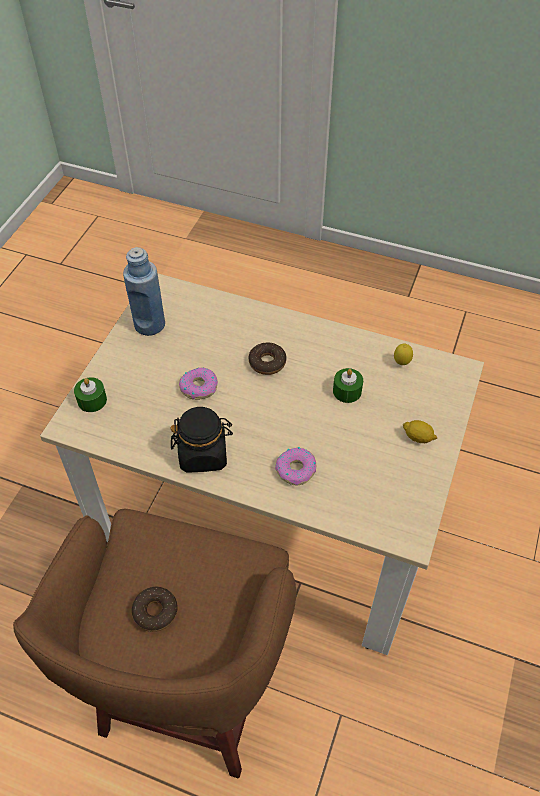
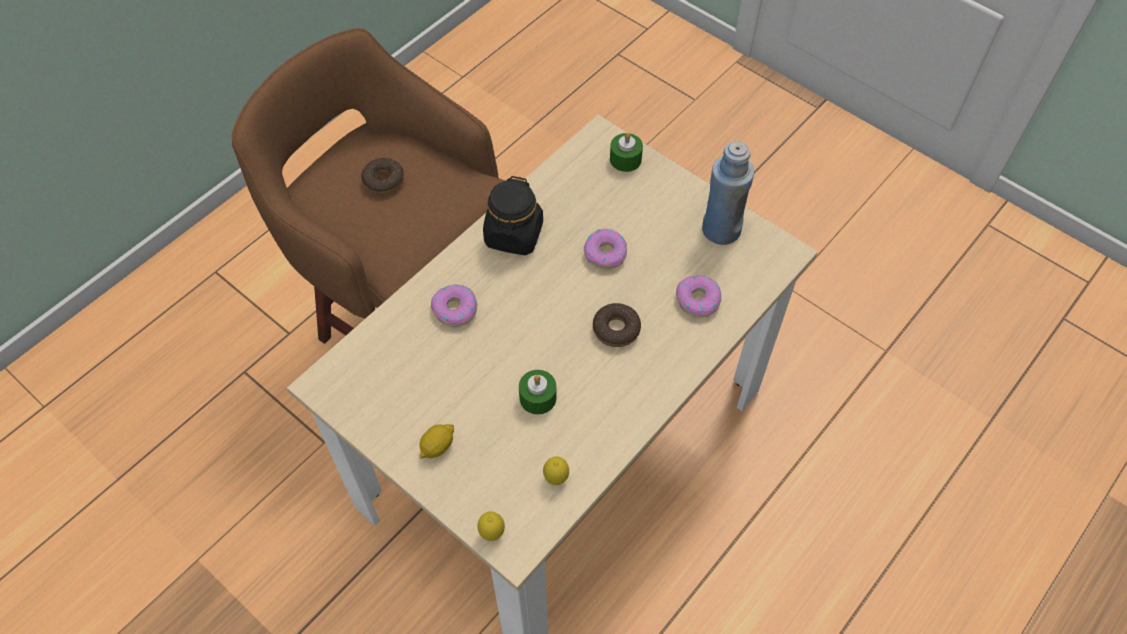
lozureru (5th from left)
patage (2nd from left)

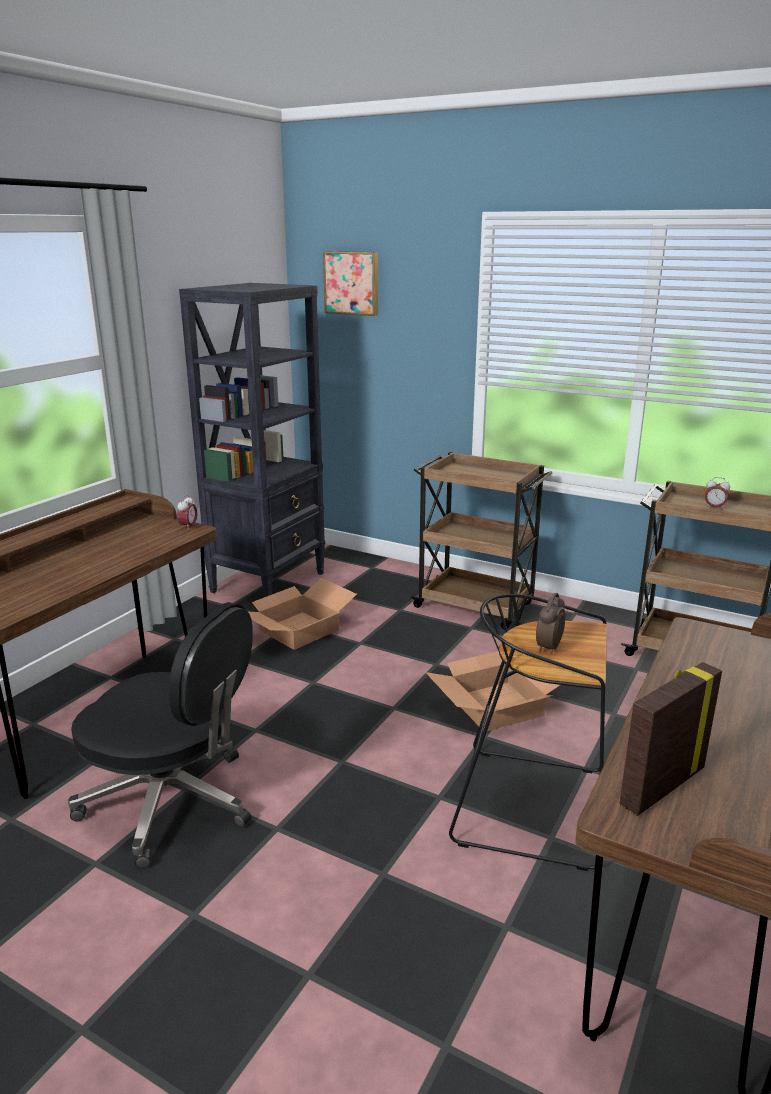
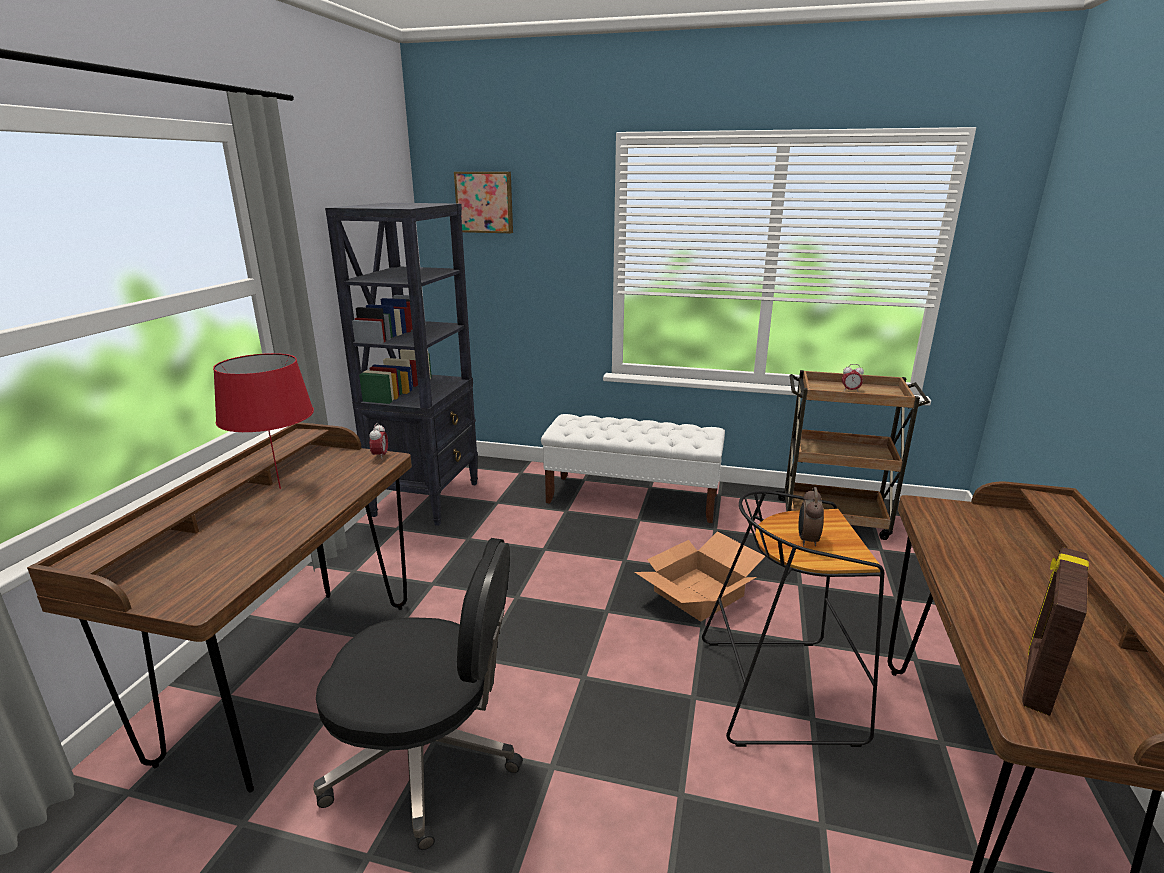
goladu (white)
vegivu (1st from left in the first image)
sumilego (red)

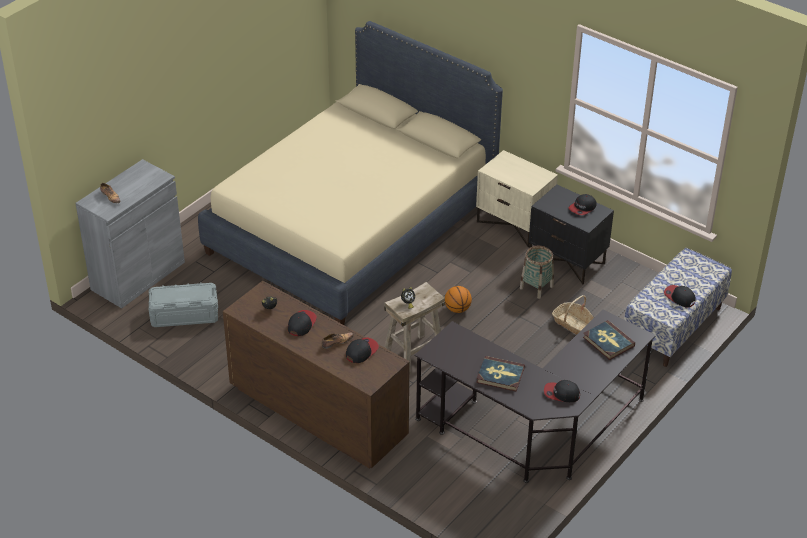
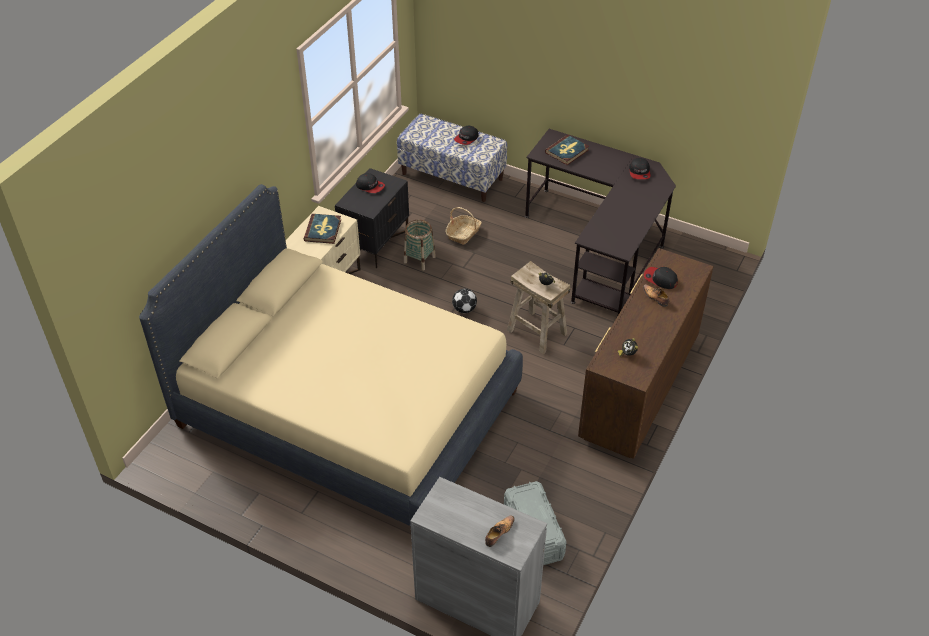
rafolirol
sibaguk (1st from left in the first image)
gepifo (1st from left)

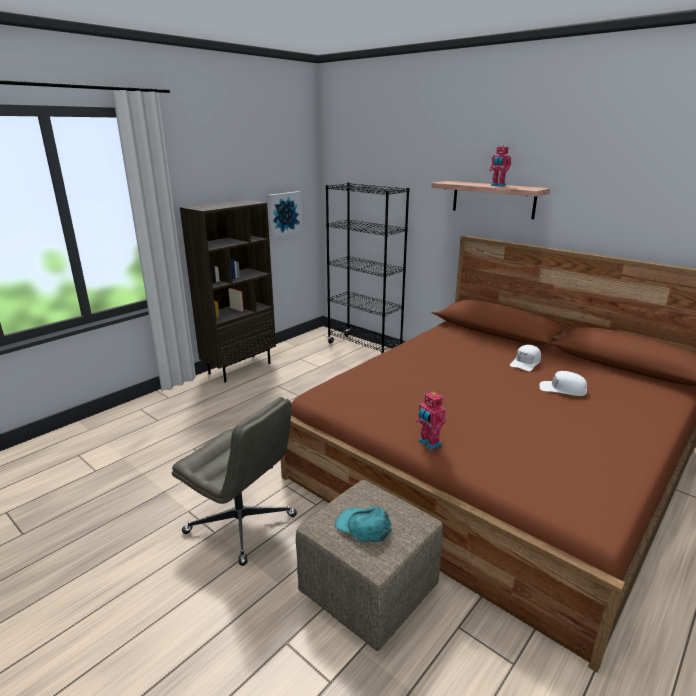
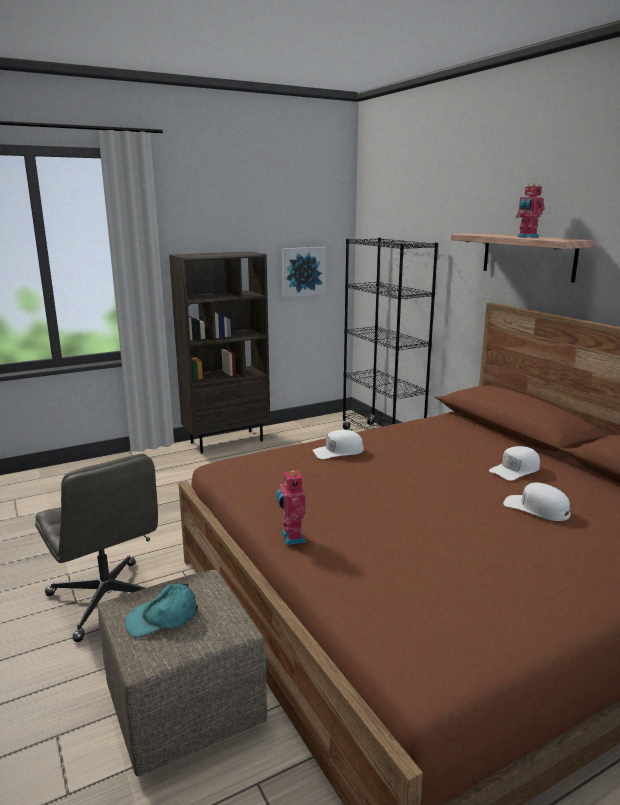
sibaguk (turquoise)
sibaguk (white) (1st from left)

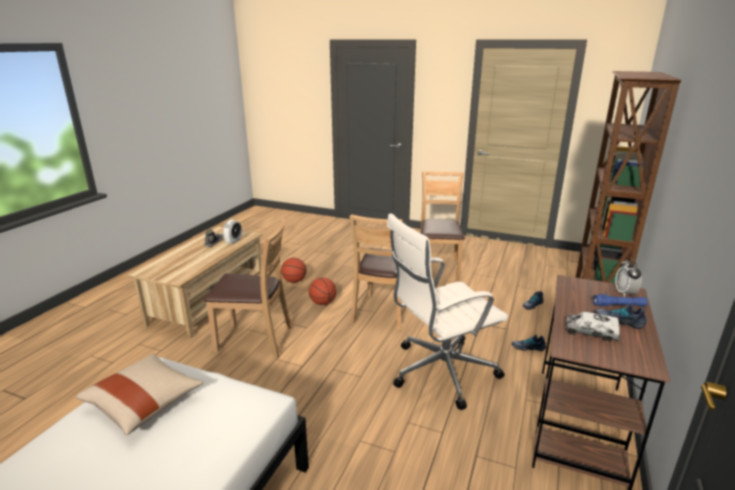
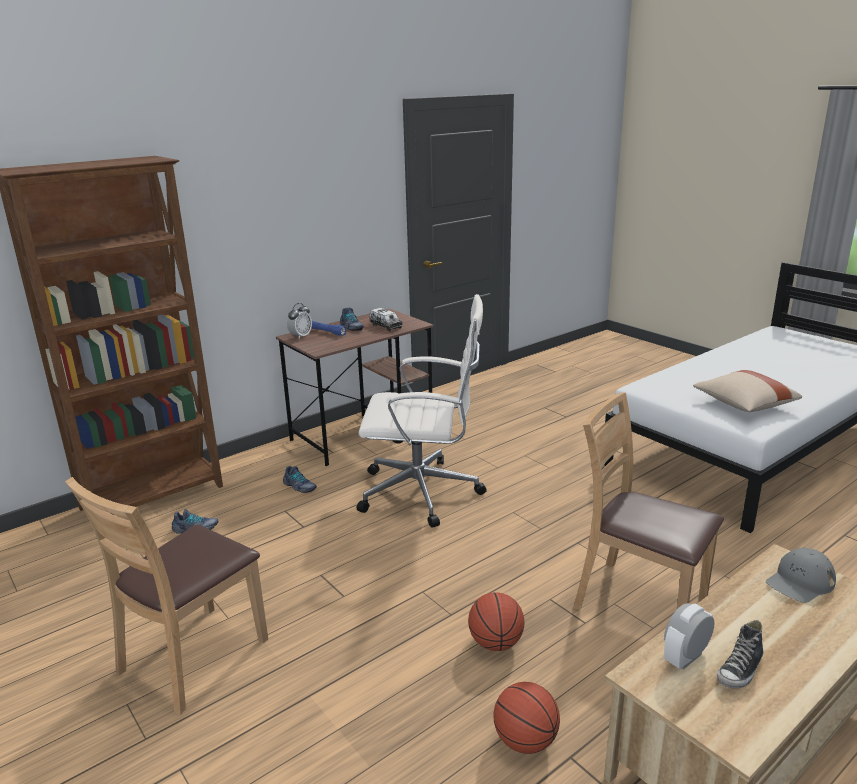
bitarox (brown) (2nd from left in the first image)
sibaguk (grey)

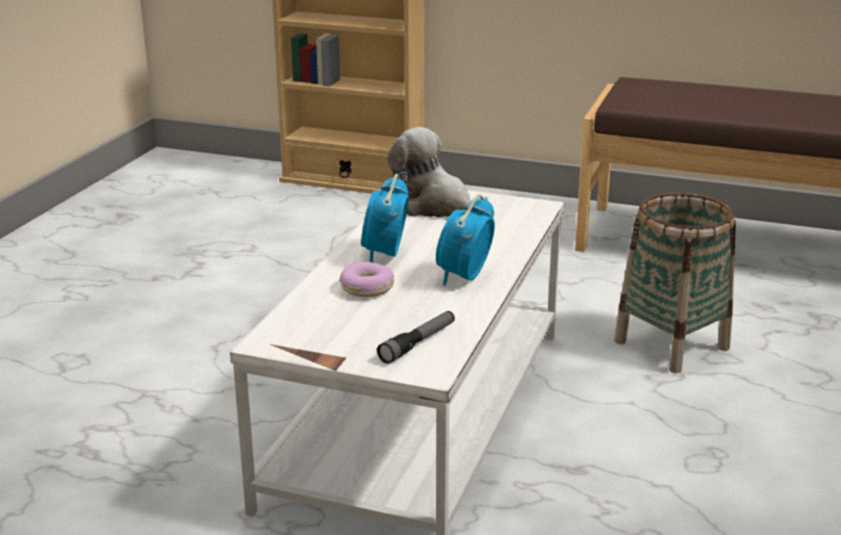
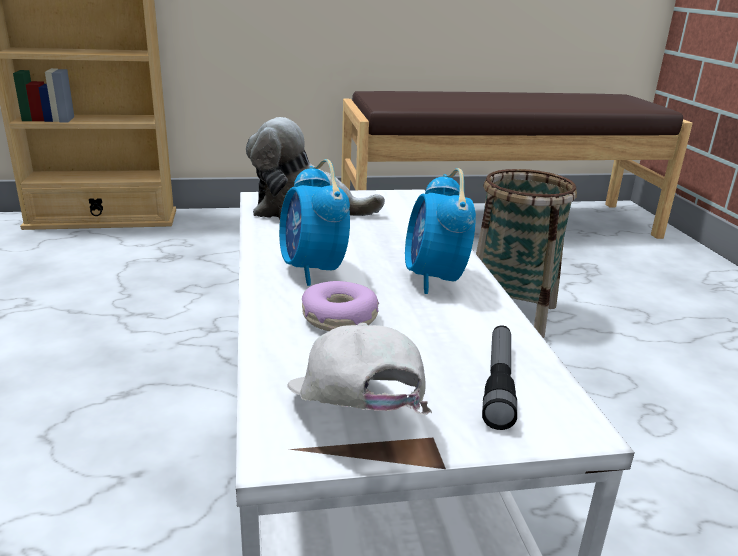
sibaguk (white)

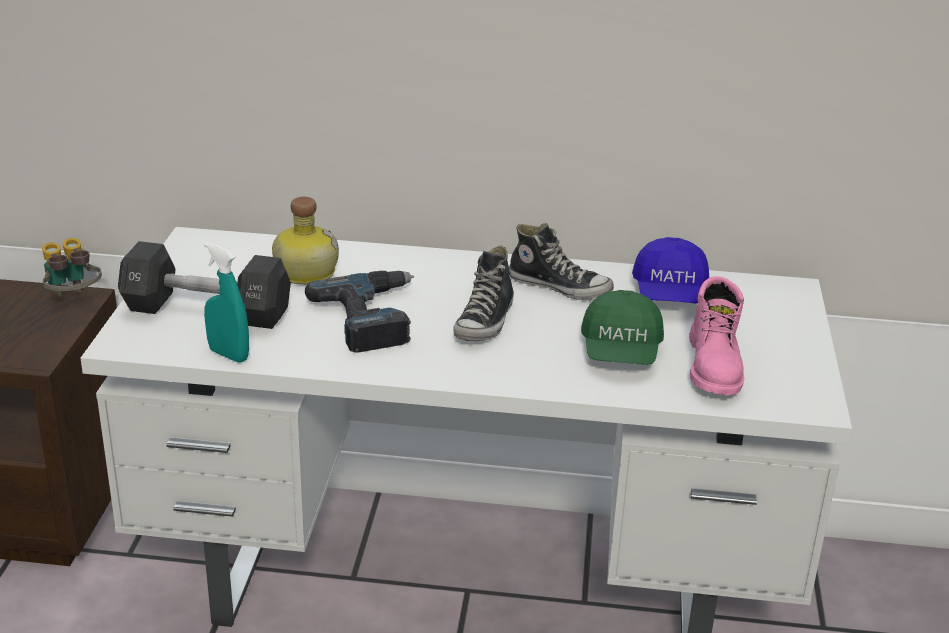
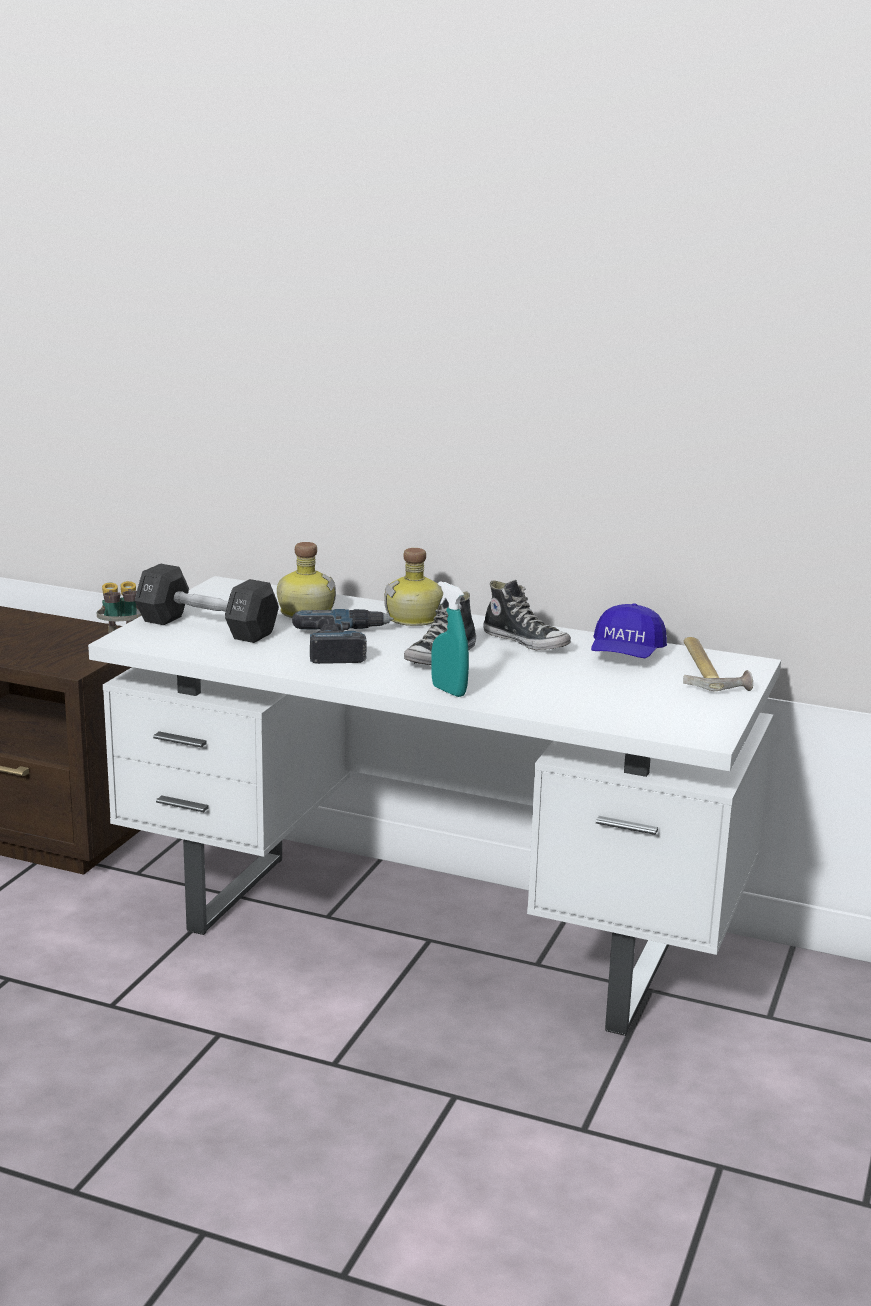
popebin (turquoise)
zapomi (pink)
sibaguk (green)
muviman (2nd from left)
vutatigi

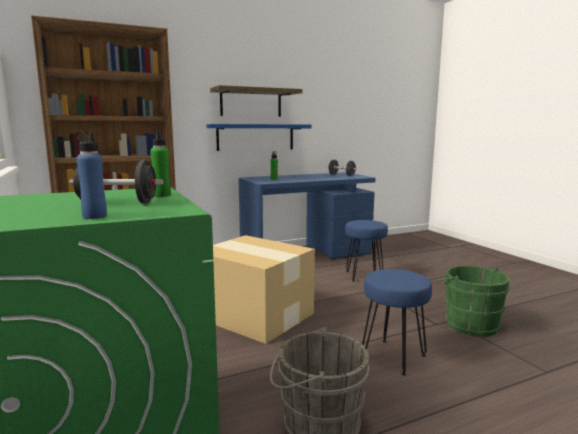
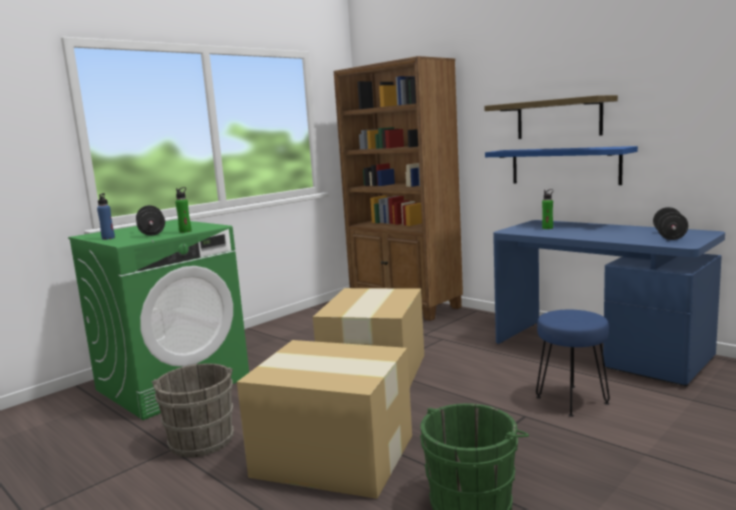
vegivu (1st from left)

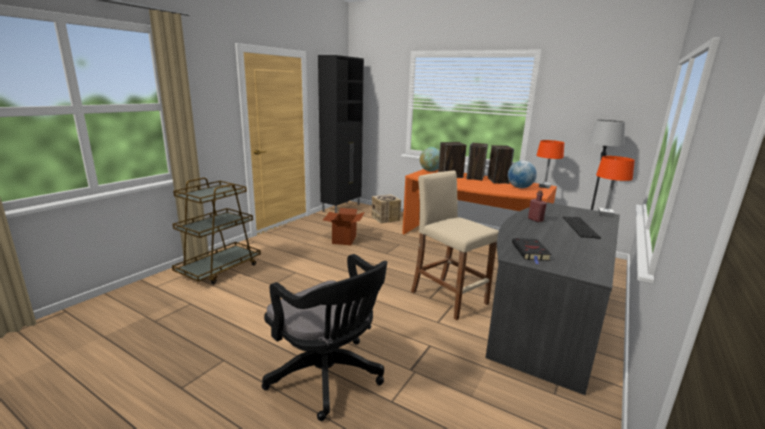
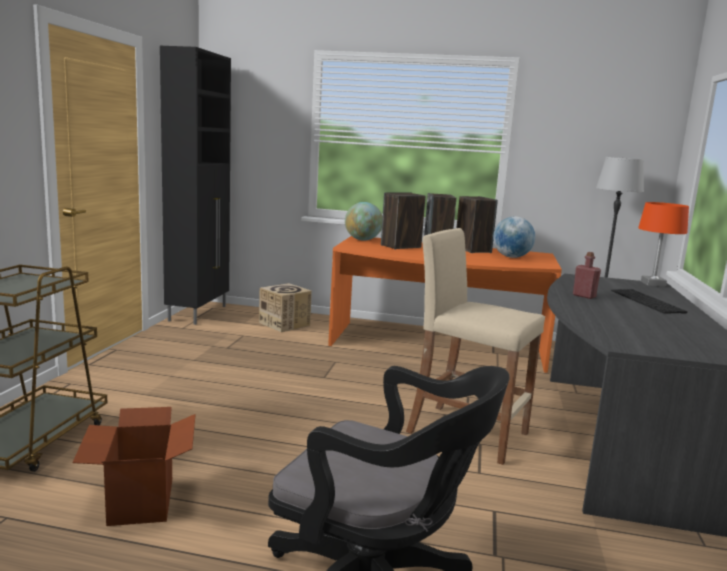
sumilego (orange) (1st from left in the first image)
vegivu (1st from left)
gepifo (black)

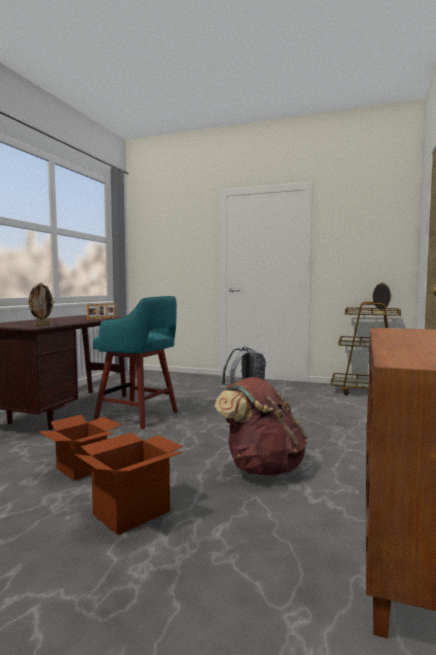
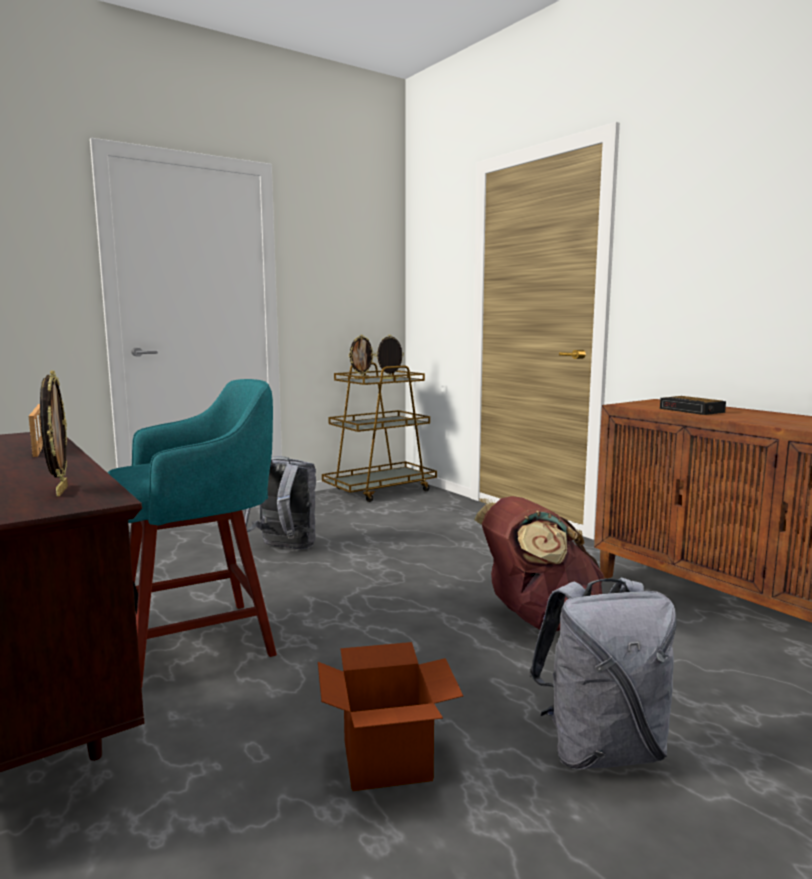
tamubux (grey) (2nd from left)
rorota (3rd from left)
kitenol

